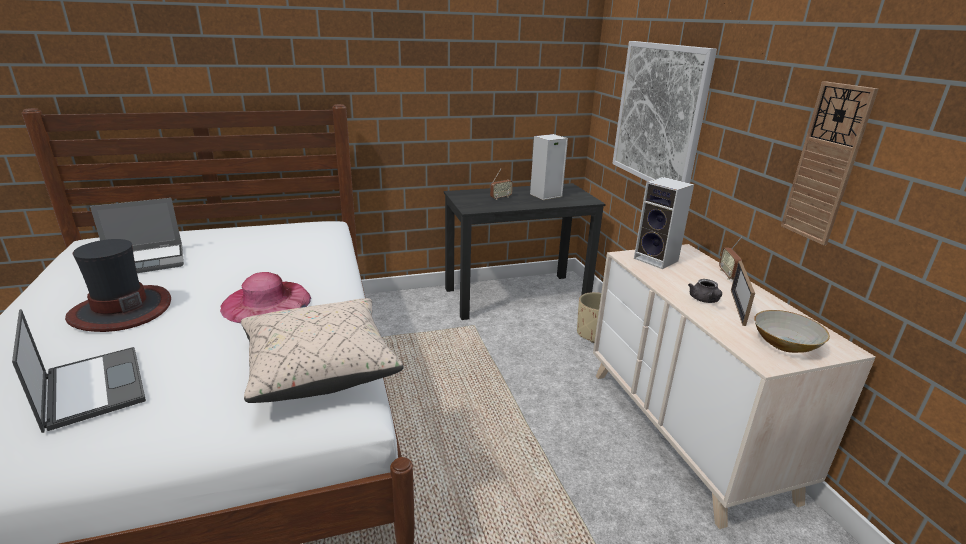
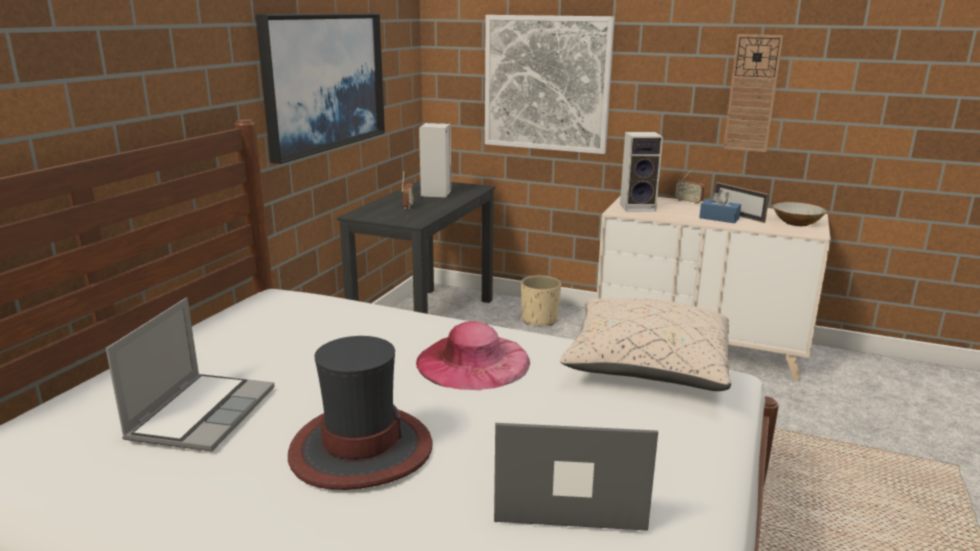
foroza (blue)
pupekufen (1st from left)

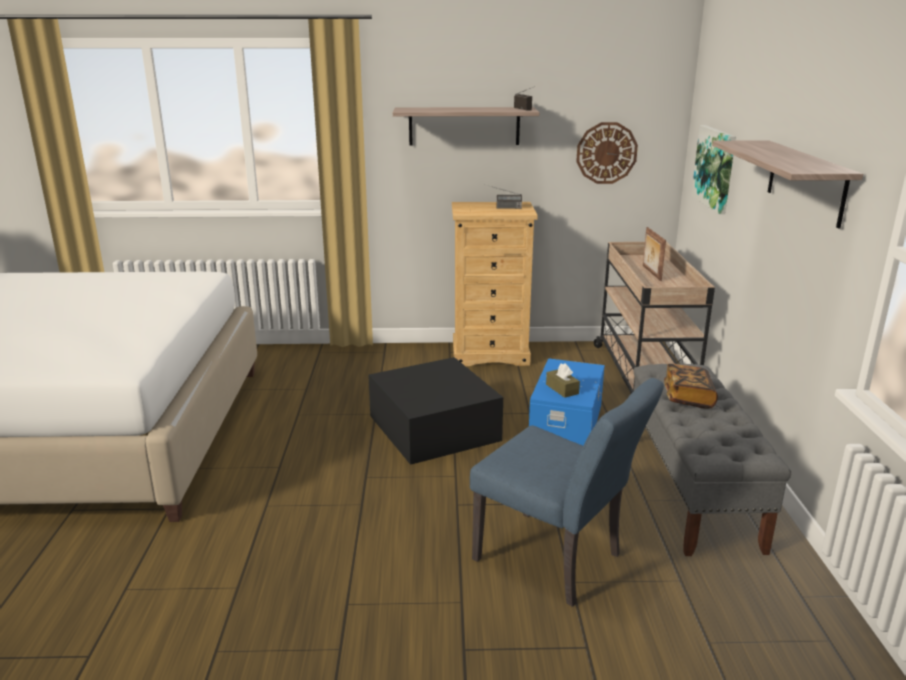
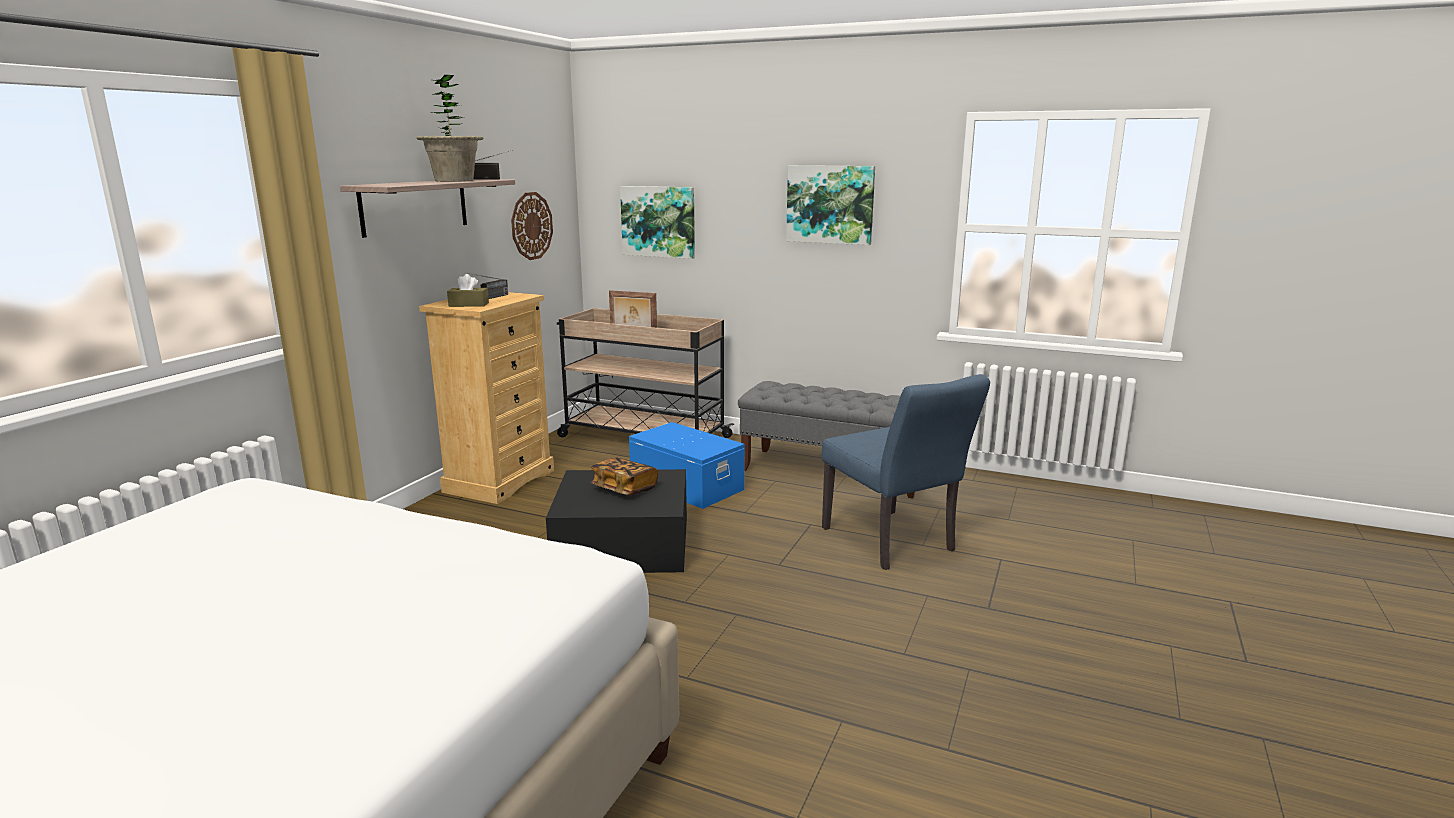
pupekufen (2nd from left)
foroza (brown)
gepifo
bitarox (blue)
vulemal

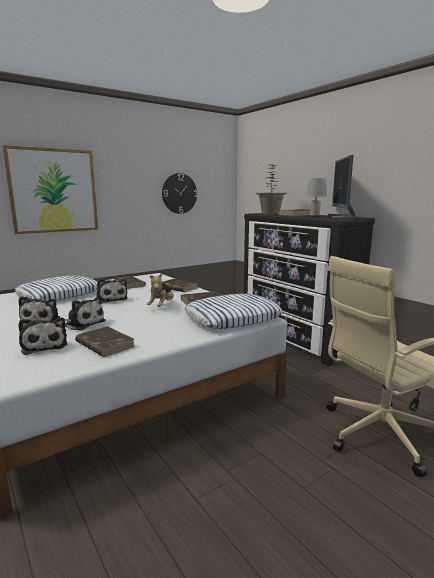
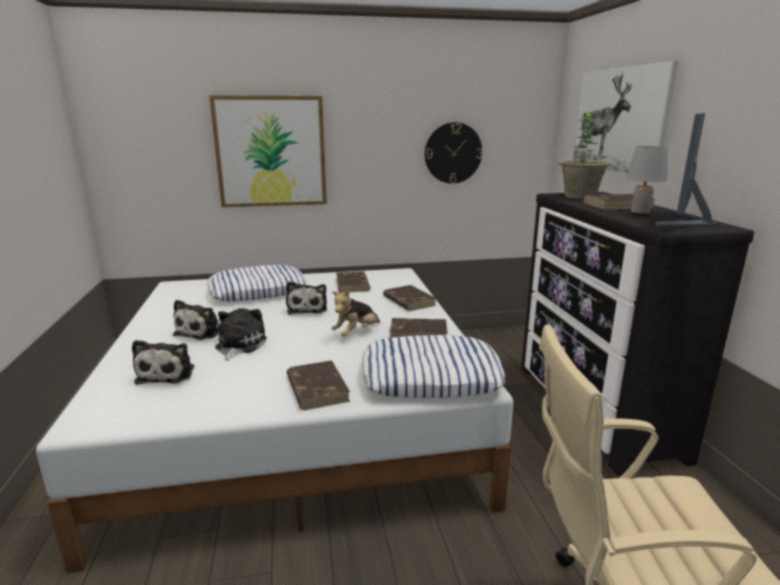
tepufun (3rd from left)
gepifo (brown) (1st from left)
pupekufen (2nd from left)

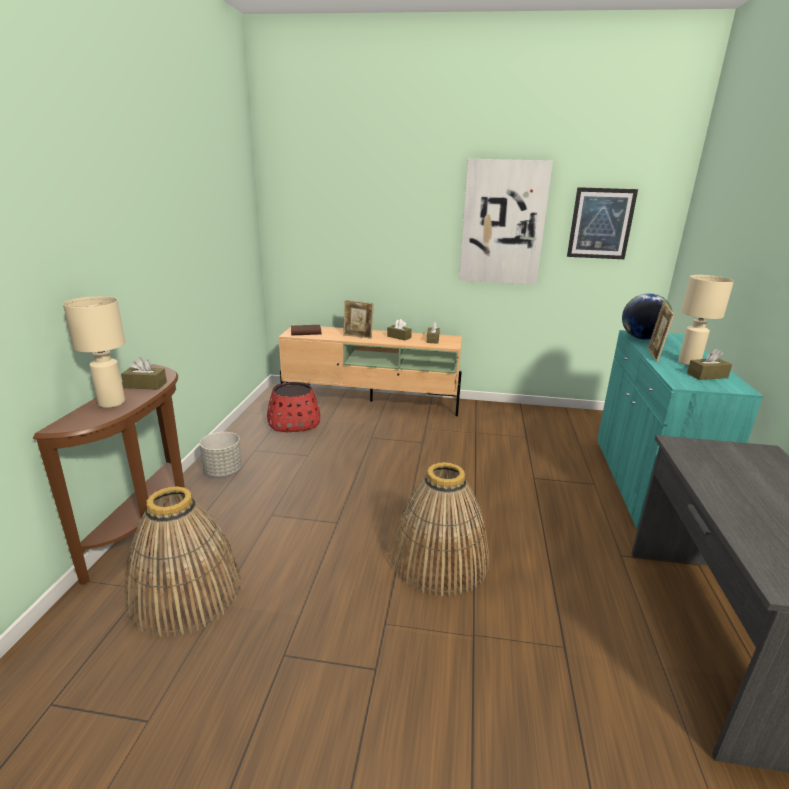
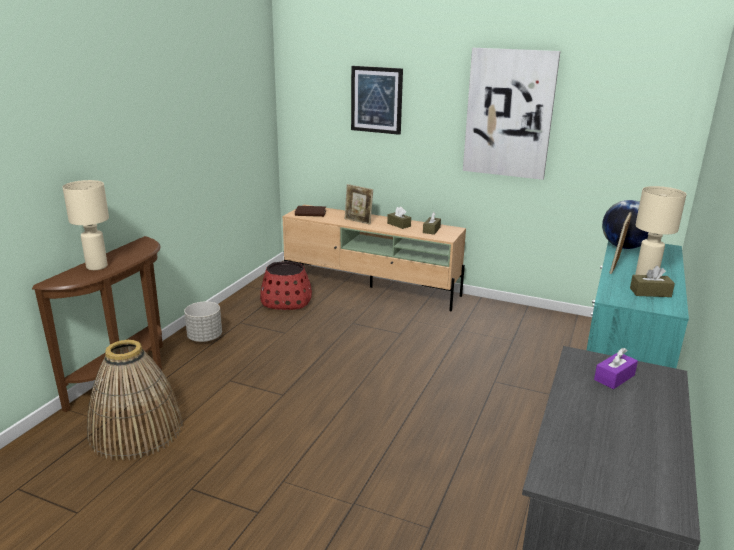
pupekufen (1st from left)
foroza (brown) (1st from left in the first image)
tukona (2nd from left in the first image)
foroza (purple)

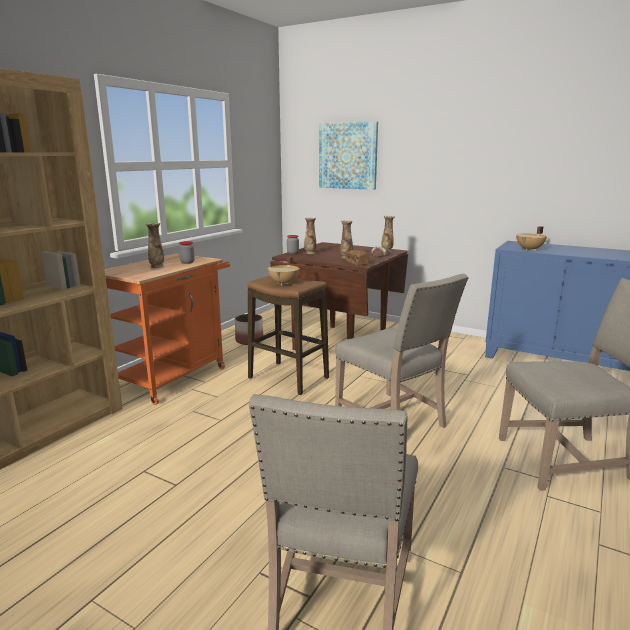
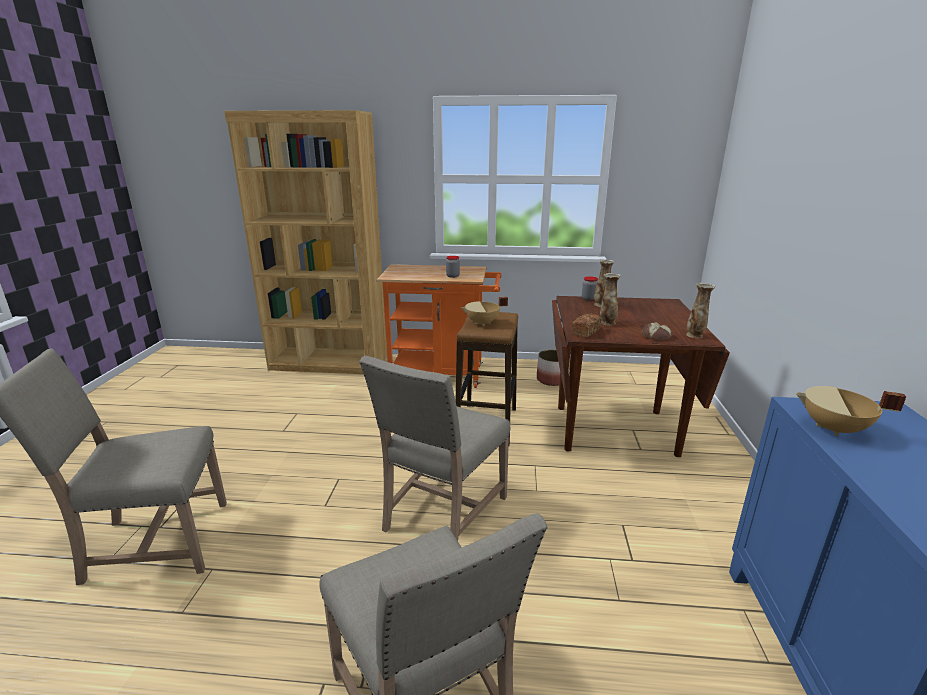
pupekufen
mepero (1st from left in the first image)

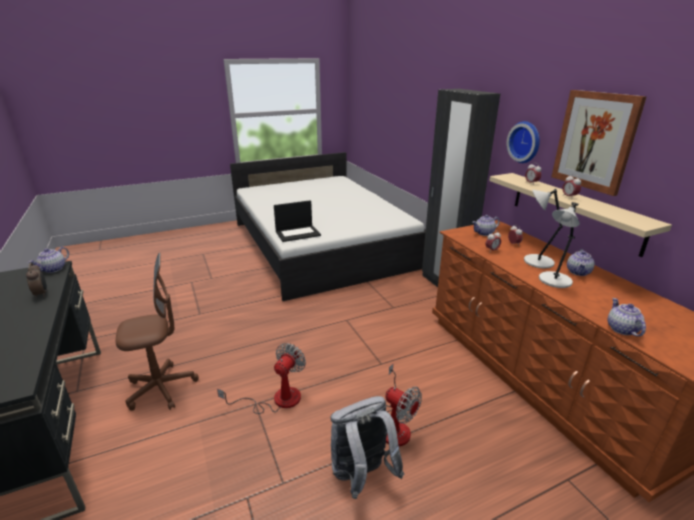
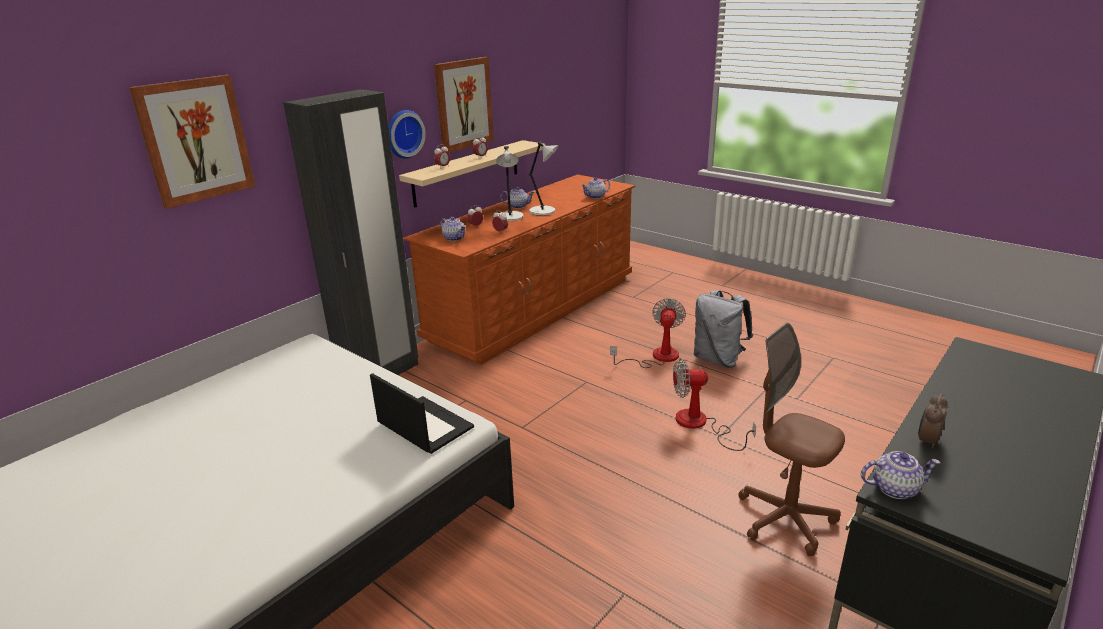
pupekufen (1st from left)

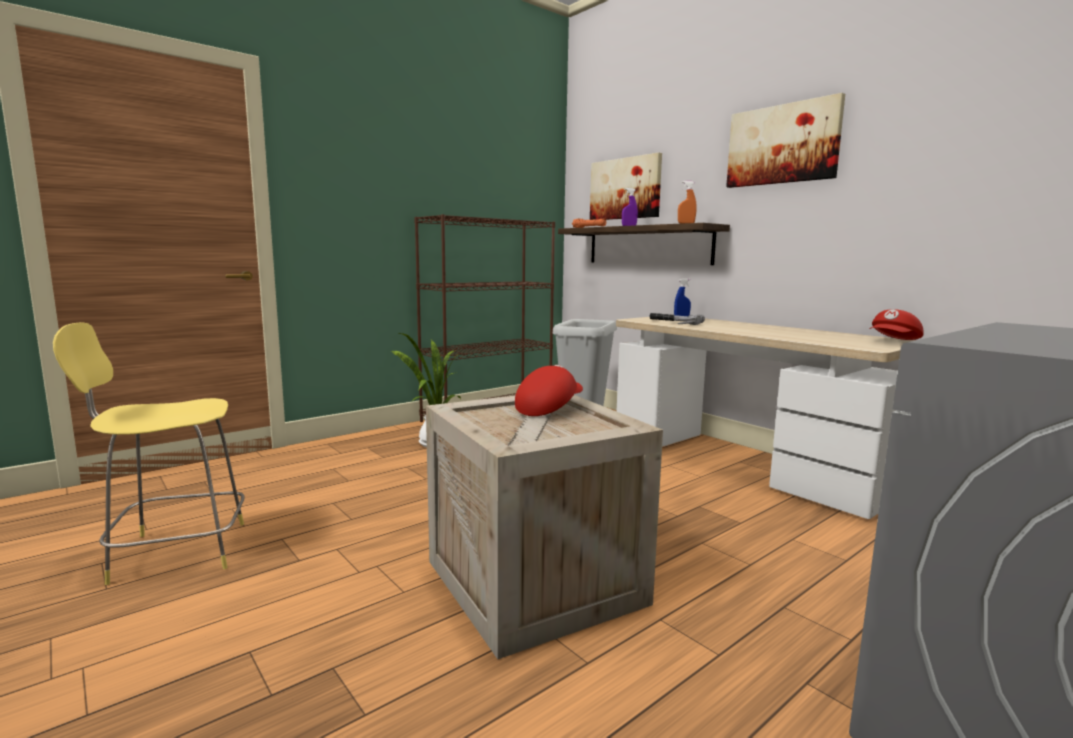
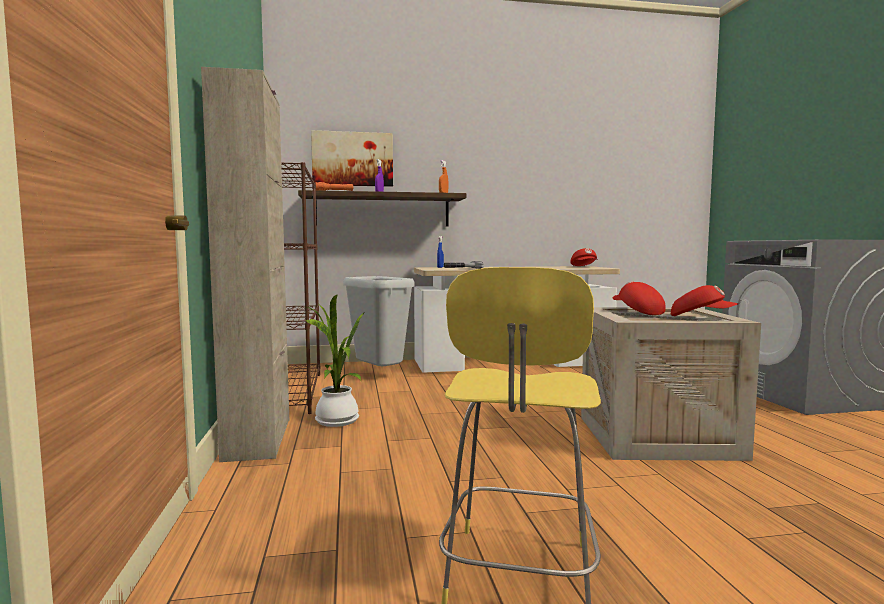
pupekufen (2nd from left in the first image)
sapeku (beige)
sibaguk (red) (3rd from left)

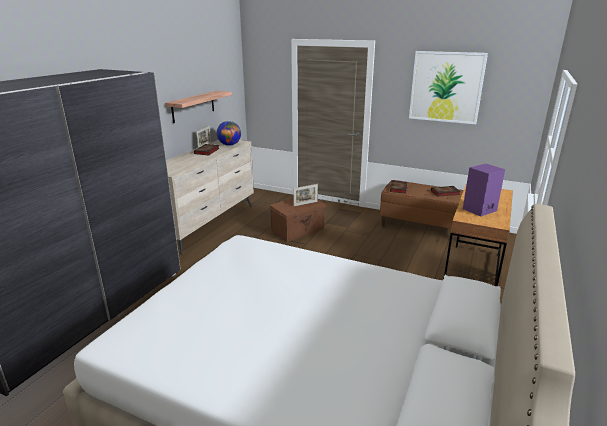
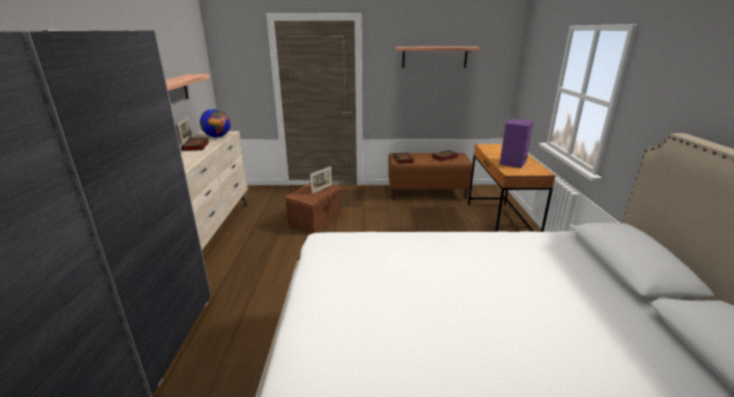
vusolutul (2nd from left)

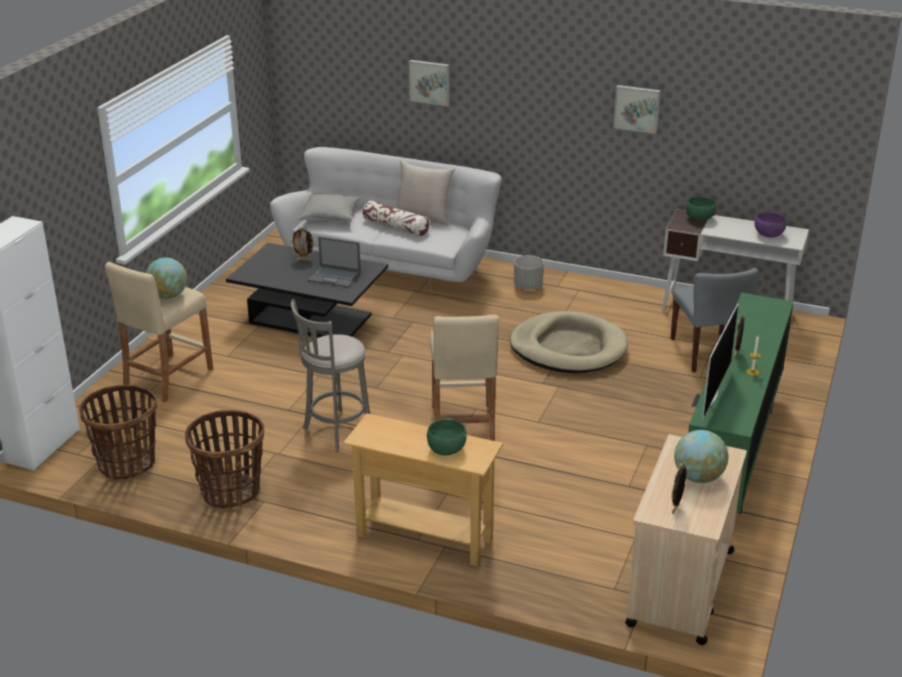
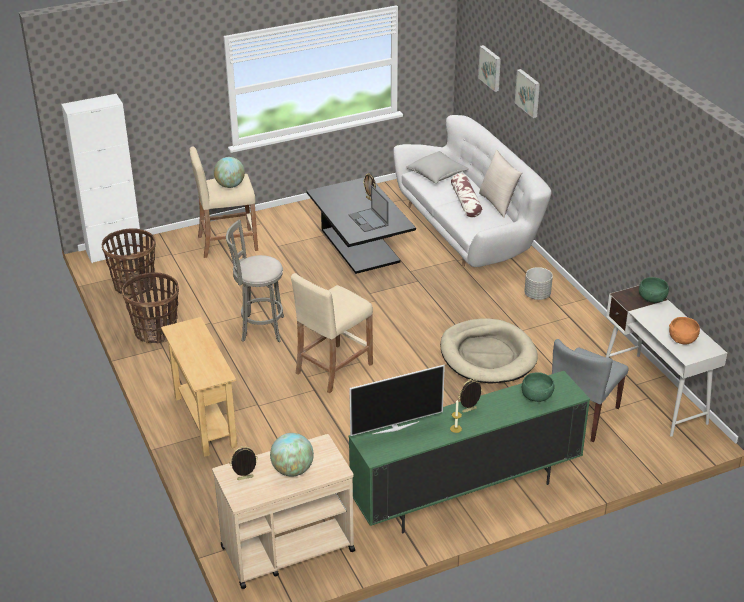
pupekufen (1st from left)
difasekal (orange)
difasekal (green) (1st from left)

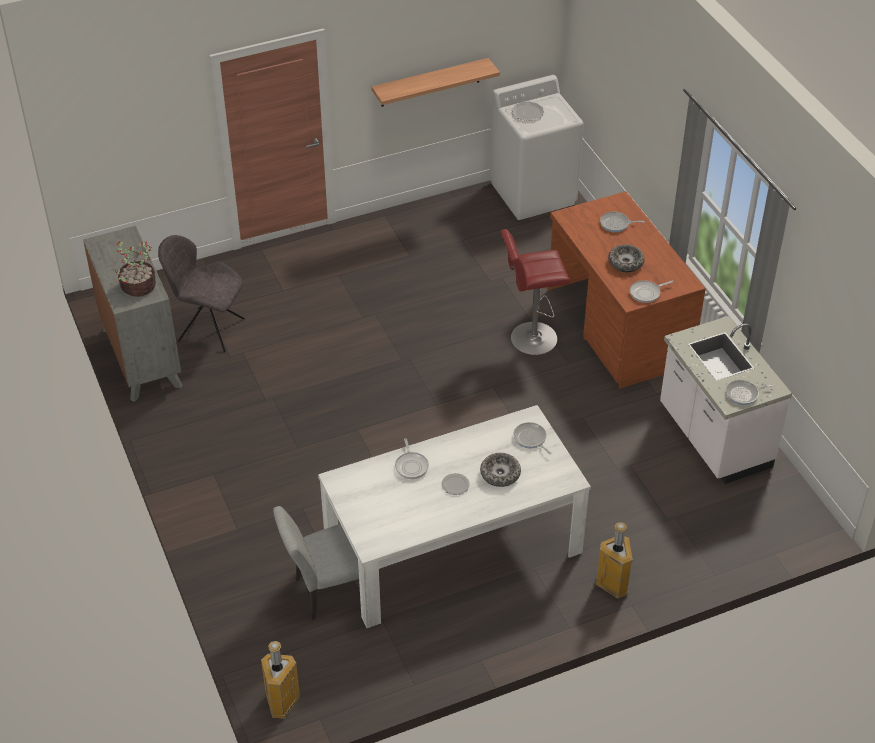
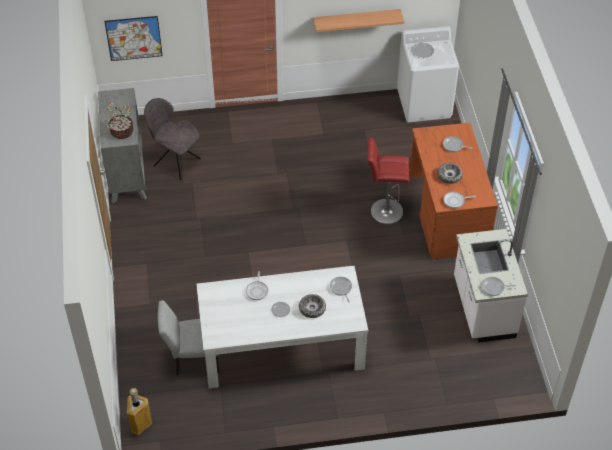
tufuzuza (2nd from left in the first image)
pupekufen

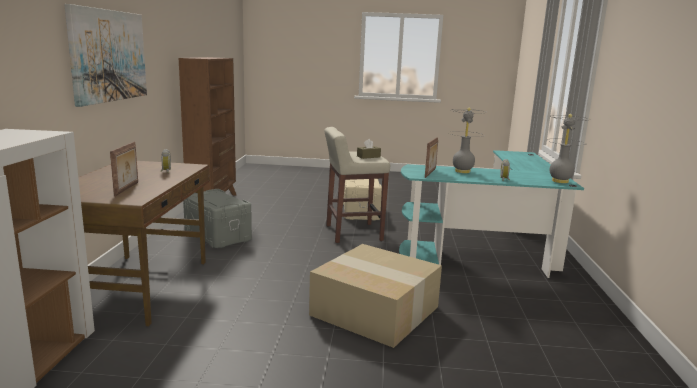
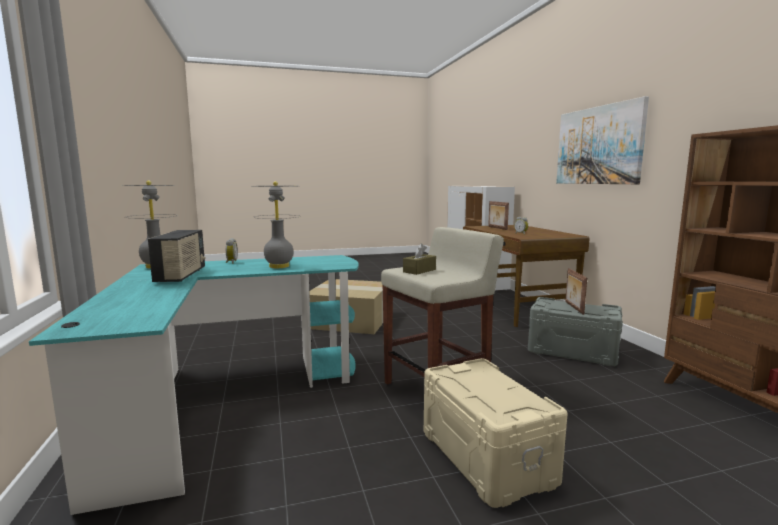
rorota (2nd from left)
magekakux

